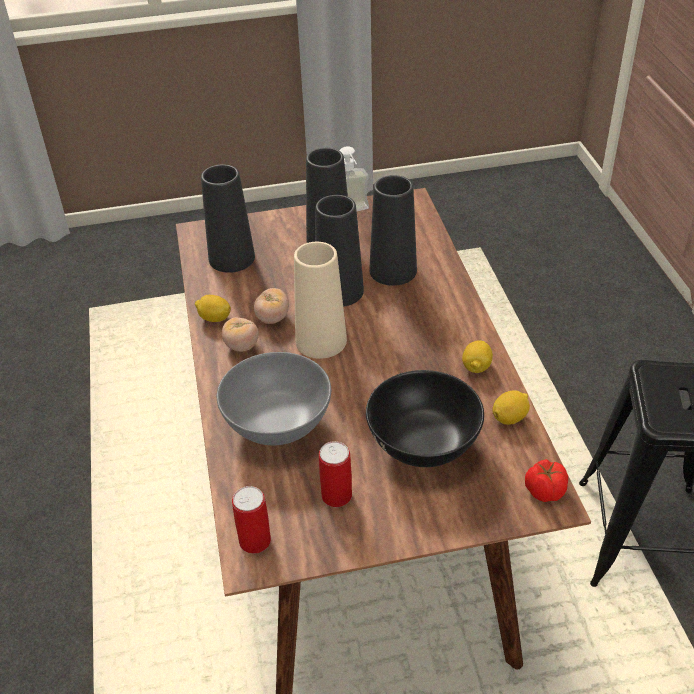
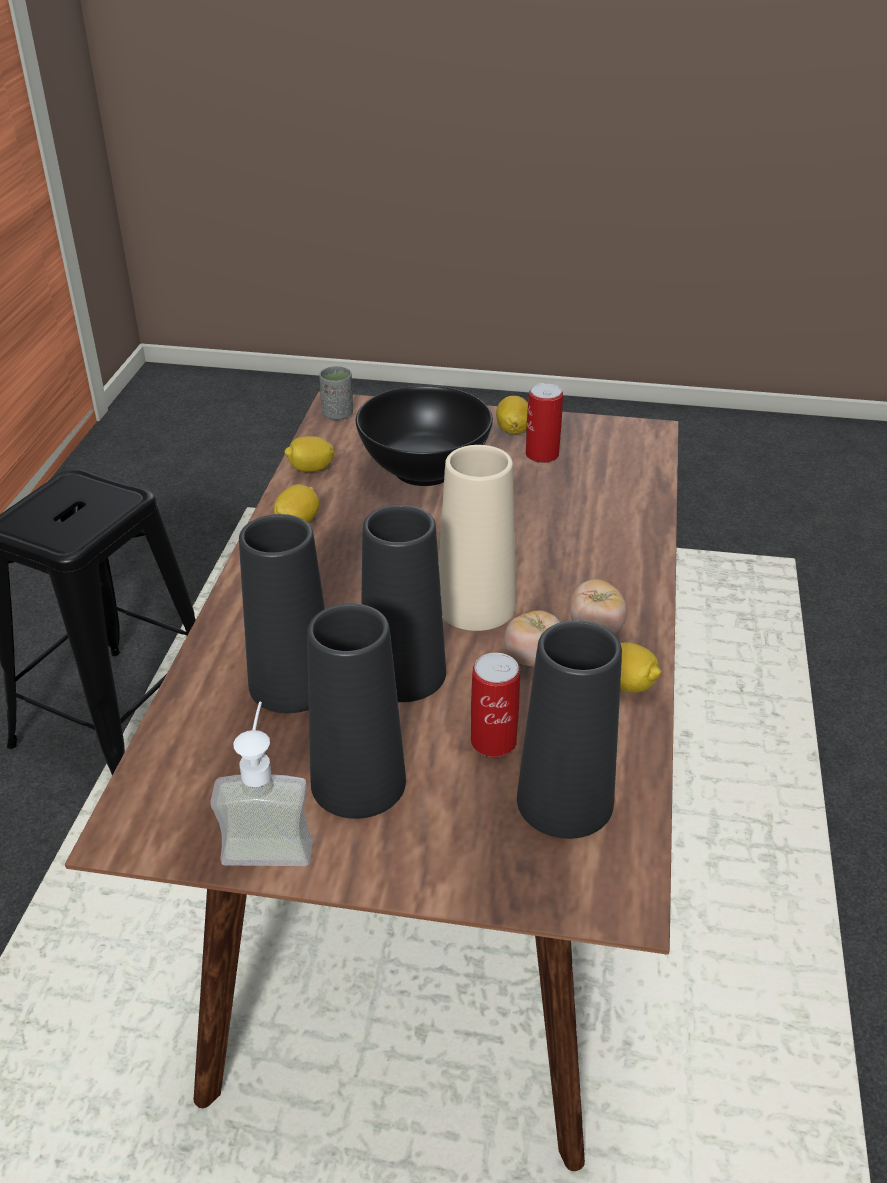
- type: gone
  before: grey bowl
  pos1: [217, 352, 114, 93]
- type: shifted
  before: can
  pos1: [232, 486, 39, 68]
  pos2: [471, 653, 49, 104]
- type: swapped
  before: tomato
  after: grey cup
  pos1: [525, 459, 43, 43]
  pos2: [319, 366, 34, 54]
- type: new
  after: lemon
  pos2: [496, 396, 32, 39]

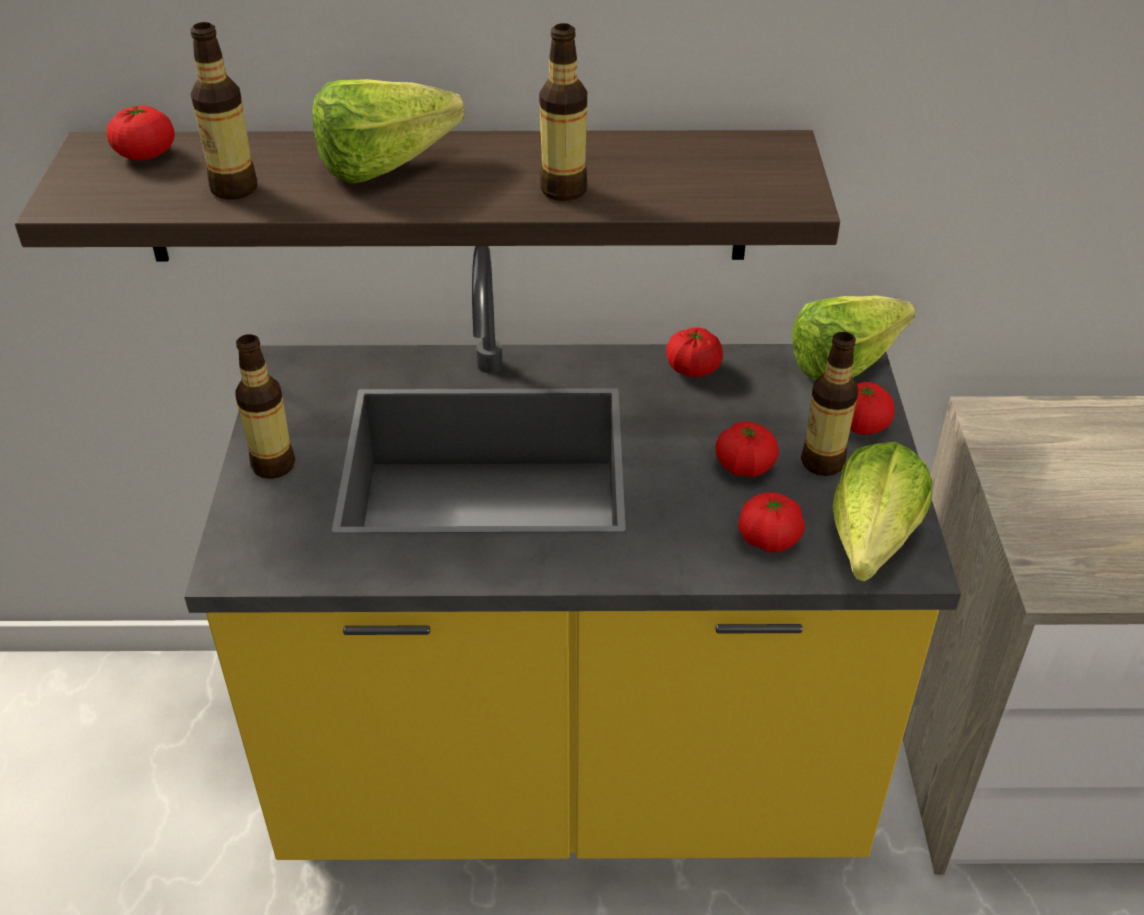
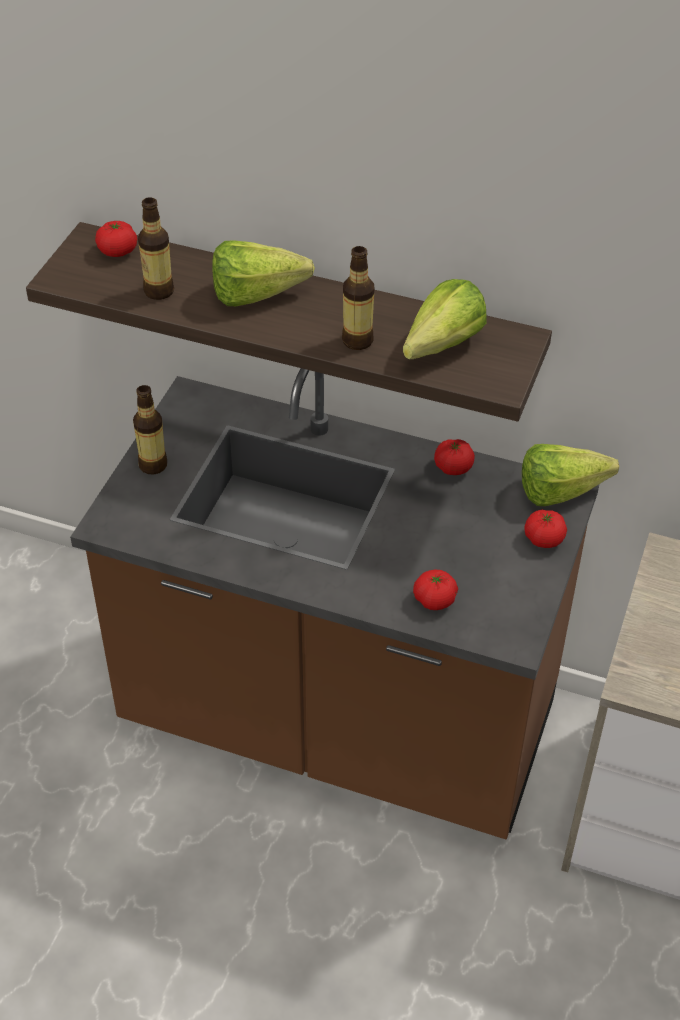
- type: repainted
  before: yellow counter
  after: brown counter
  pos1: [184, 246, 777, 614]
  pos2: [70, 368, 529, 471]
- type: gone
  before: tomato
  pos1: [715, 422, 64, 55]
- type: gone
  before: bottle
  pos1: [801, 332, 57, 144]
- type: shifted
  before: lettuce
  pos1: [833, 442, 99, 140]
  pos2: [403, 279, 84, 80]

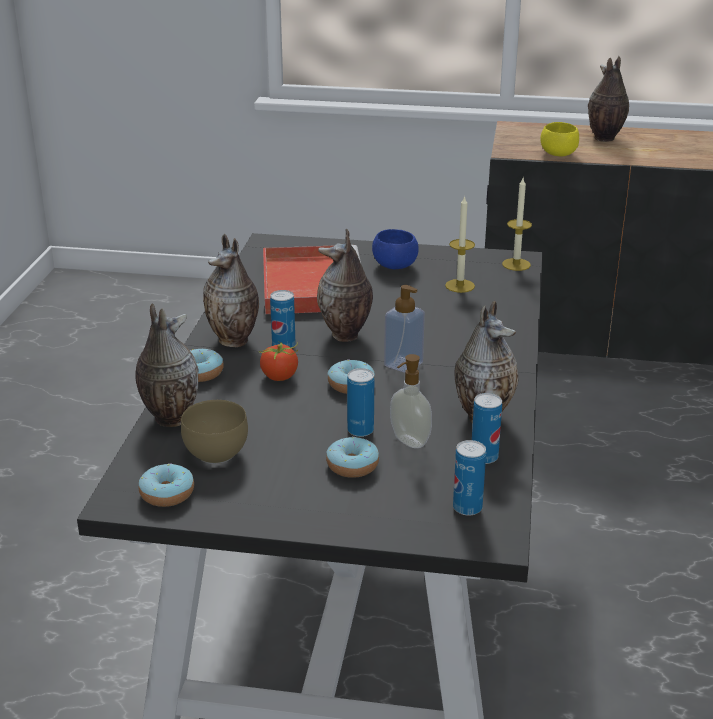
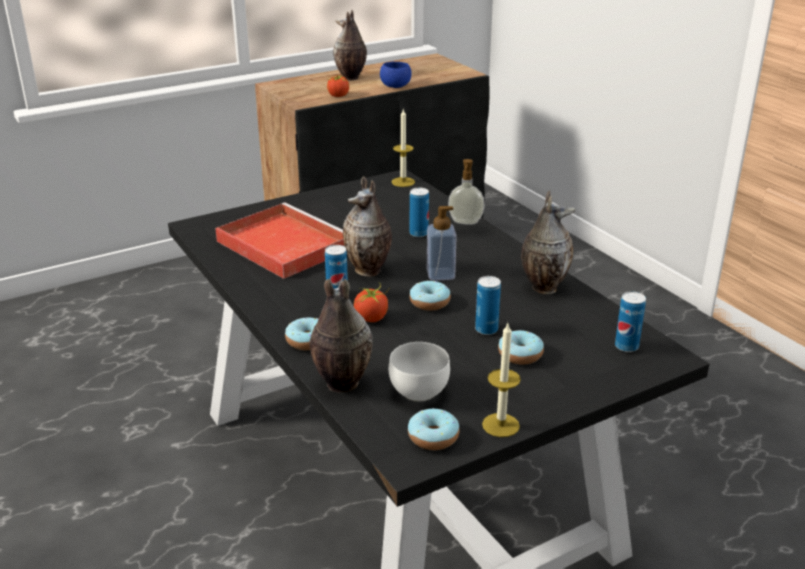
- type: repainted
  before: brown bowl
  after: white bowl
  pos1: [181, 400, 67, 64]
  pos2: [389, 342, 61, 60]
- type: gone
  before: vase
  pos1: [203, 234, 56, 113]
- type: shifted
  before: blue bowl
  pos1: [372, 229, 47, 40]
  pos2: [380, 62, 32, 26]
- type: shifted
  before: soap dispenser
  pos1: [390, 354, 42, 94]
  pos2: [448, 159, 37, 66]
- type: shifted
  before: candle
  pos1: [445, 195, 30, 98]
  pos2: [482, 323, 39, 114]
- type: shifted
  before: can
  pos1: [472, 393, 30, 71]
  pos2: [410, 188, 19, 49]
- type: swapped
  before: yellow bowl
  after: tomato
  pos1: [540, 122, 39, 34]
  pos2: [327, 75, 22, 22]

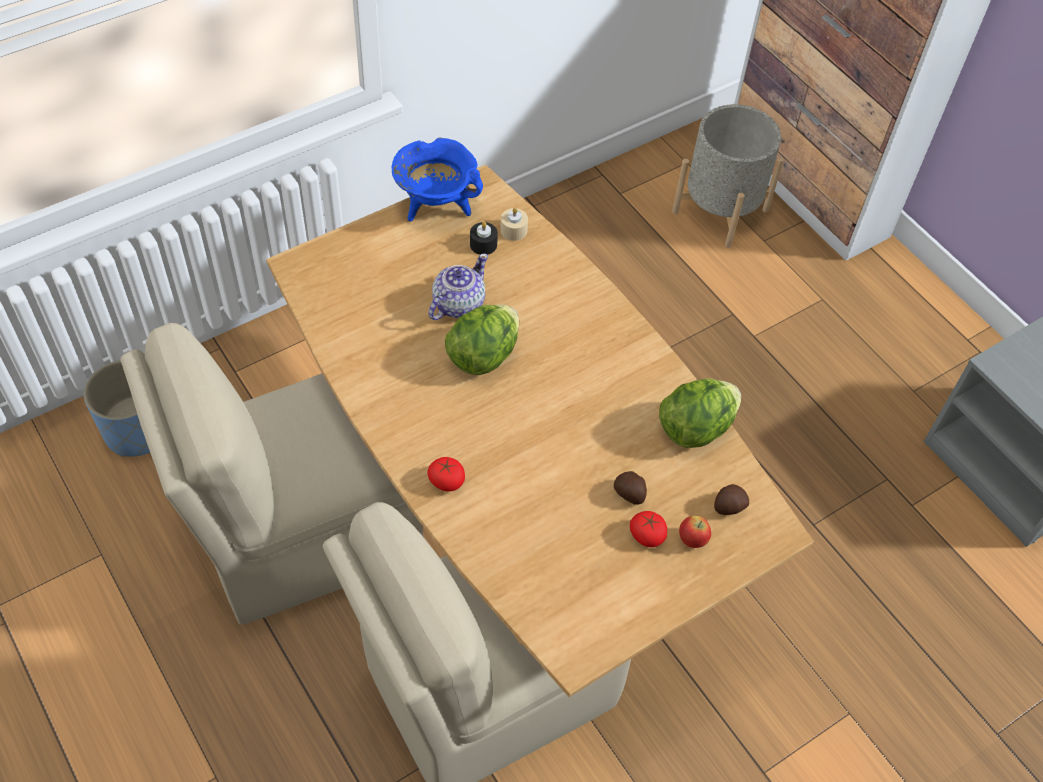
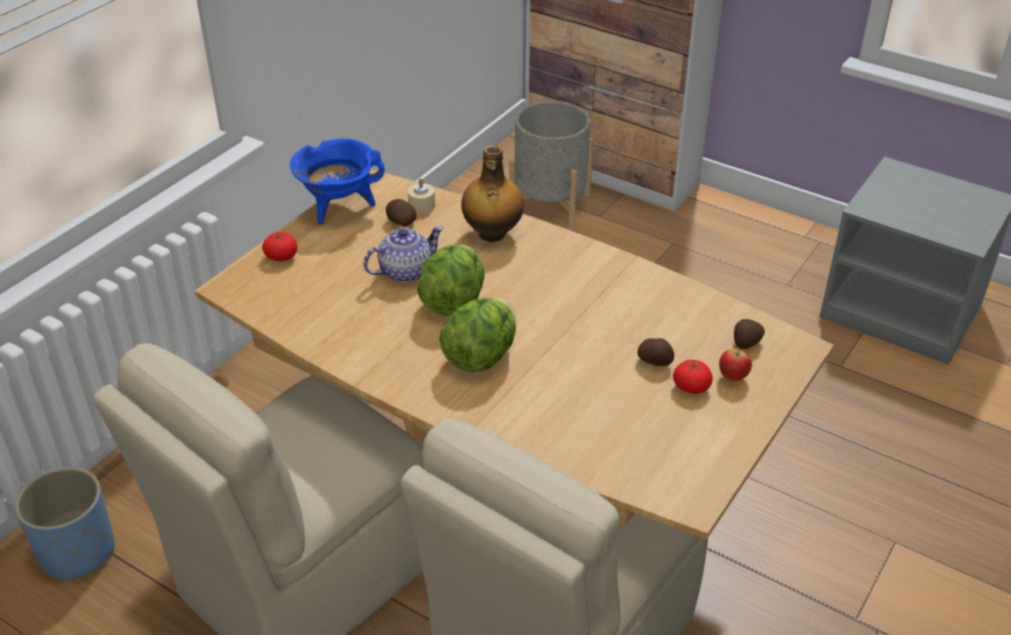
- type: shifted
  before: tomato
  pos1: [427, 457, 38, 35]
  pos2: [262, 232, 36, 29]
- type: rotated
  before: teapot
  pos1: [429, 253, 59, 67]
  pos2: [363, 226, 81, 56]
  turn: 45
- type: swapped
  before: black candle
  after: potato
  pos1: [470, 222, 28, 33]
  pos2: [386, 199, 31, 27]
- type: shifted
  before: lettuce
  pos1: [659, 378, 82, 70]
  pos2: [439, 297, 77, 75]
- type: new
  after: bottle
  pos2: [461, 145, 63, 97]

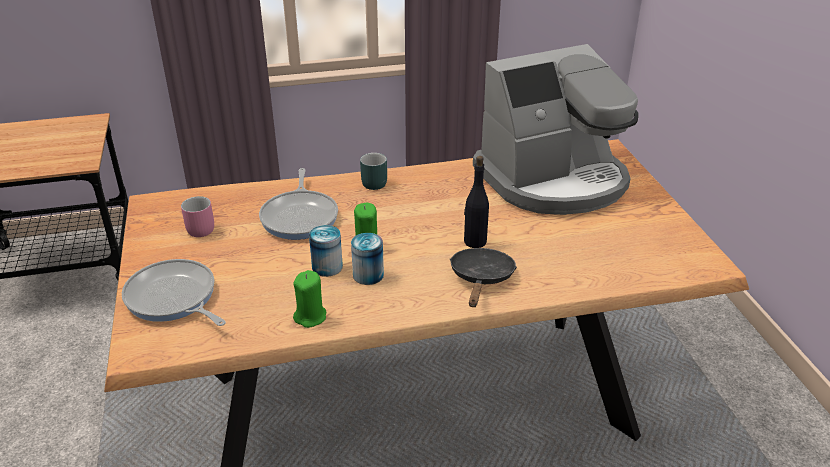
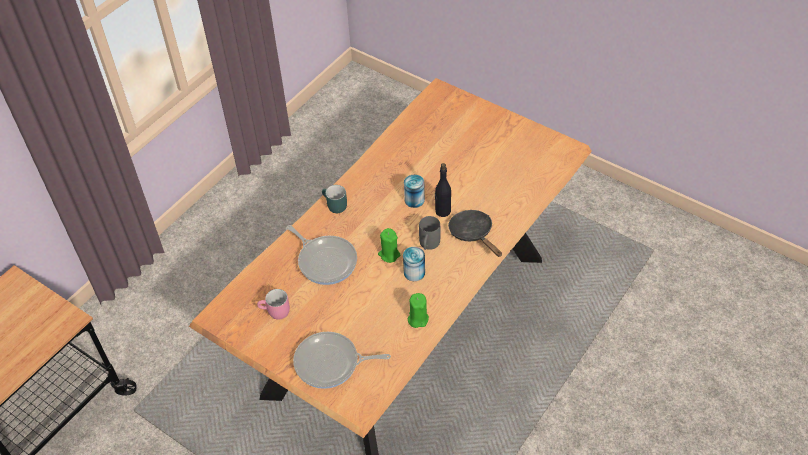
- type: shifted
  before: can
  pos1: [309, 225, 34, 52]
  pos2: [404, 175, 21, 33]
- type: gone
  before: coffee machine
  pos1: [473, 44, 166, 171]
- type: new
  after: grey mug
  pos2: [419, 216, 21, 34]

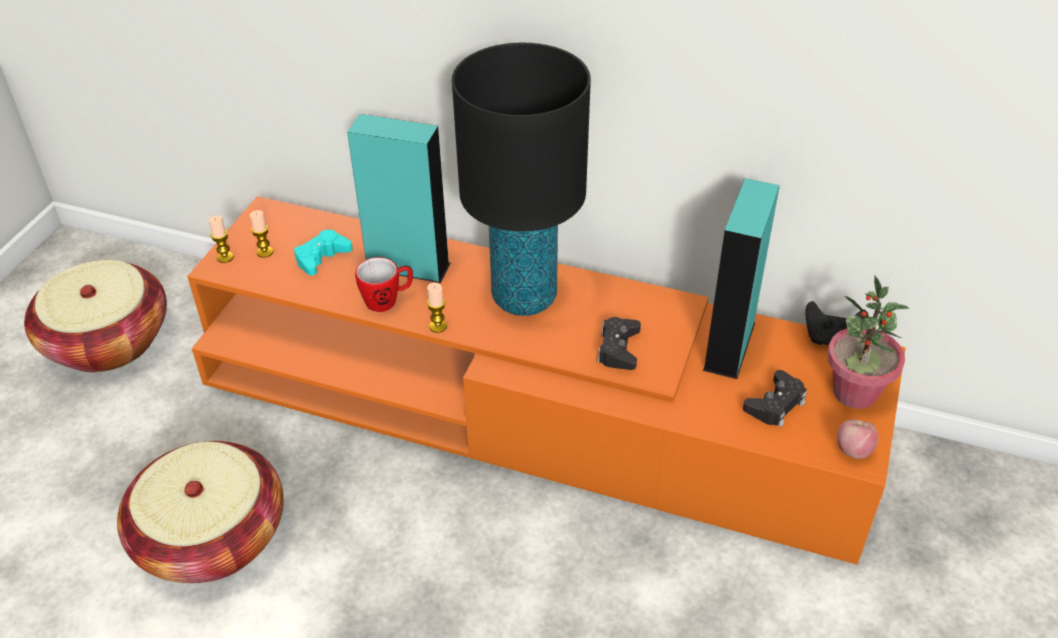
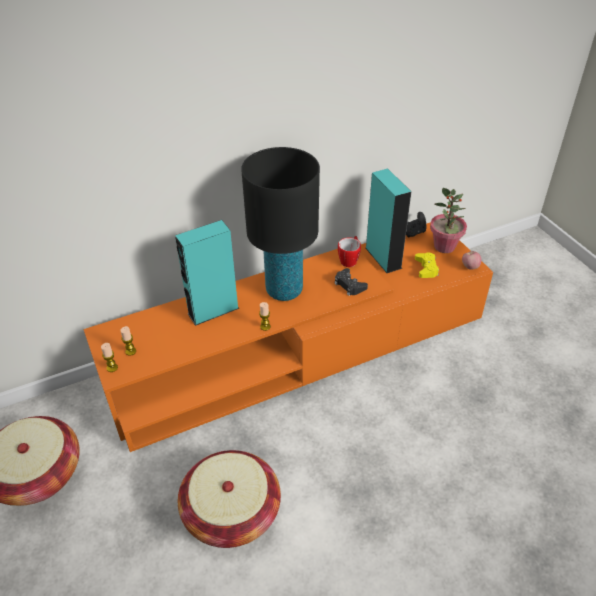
- type: gone
  before: turquoise game controller
  pos1: [294, 230, 59, 45]
- type: shifted
  before: mug
  pos1: [355, 257, 58, 55]
  pos2: [338, 236, 23, 31]
- type: repainted
  before: black game controller
  after: yellow game controller
  pos1: [743, 370, 64, 57]
  pos2: [415, 252, 24, 26]

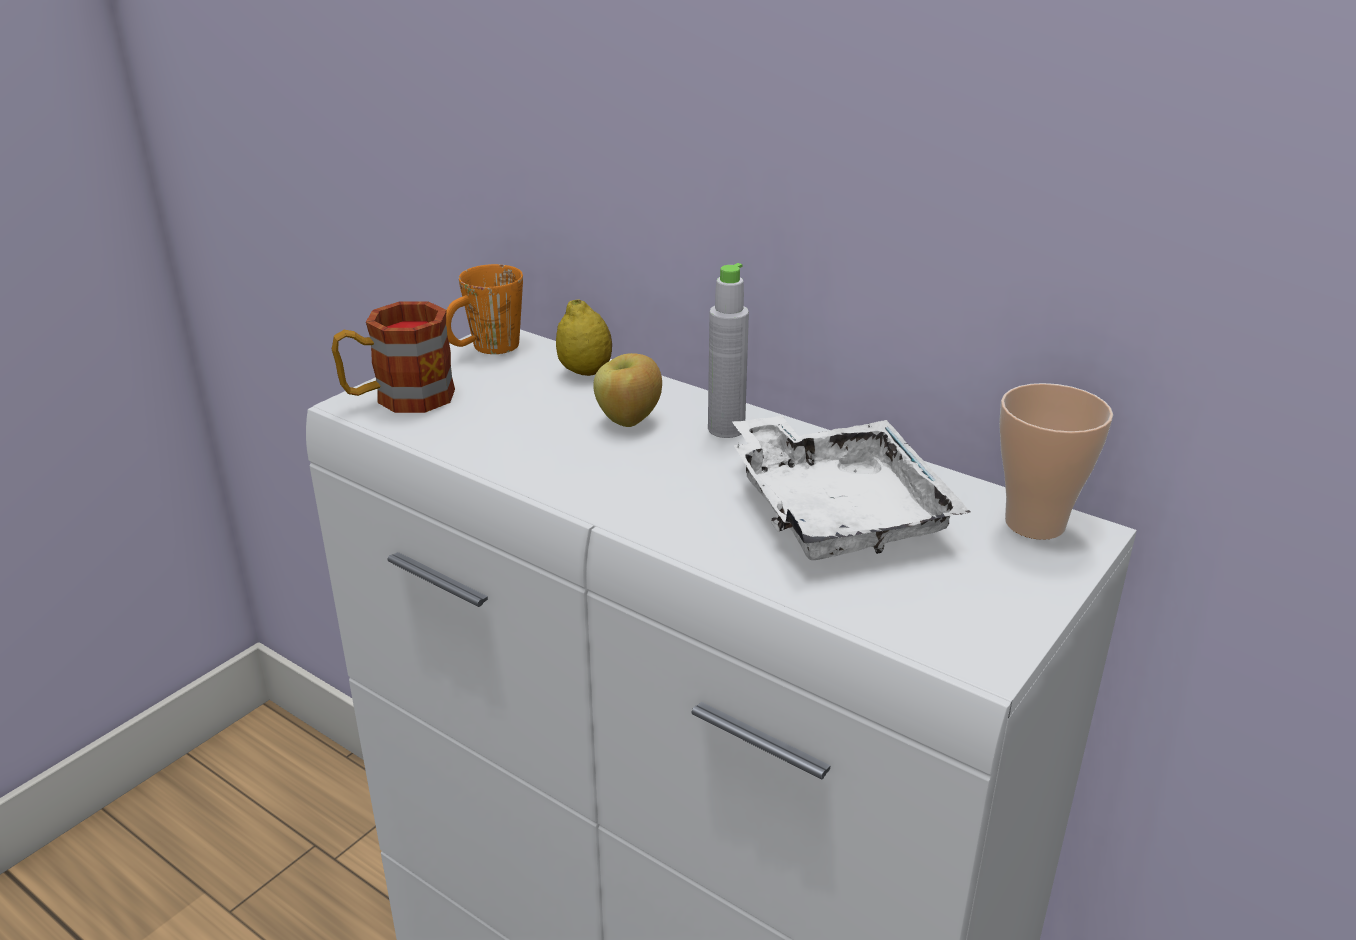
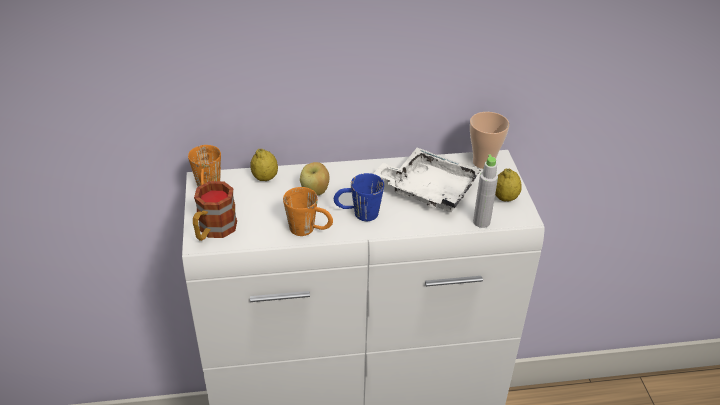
- type: shifted
  before: grey bottle
  pos1: [708, 263, 41, 175]
  pos2: [473, 155, 25, 73]
- type: new
  after: orange mug
  pos2: [283, 187, 50, 49]
- type: new
  after: blue mug
  pos2: [334, 173, 50, 48]
- type: new
  after: lemon
  pos2: [495, 169, 27, 32]

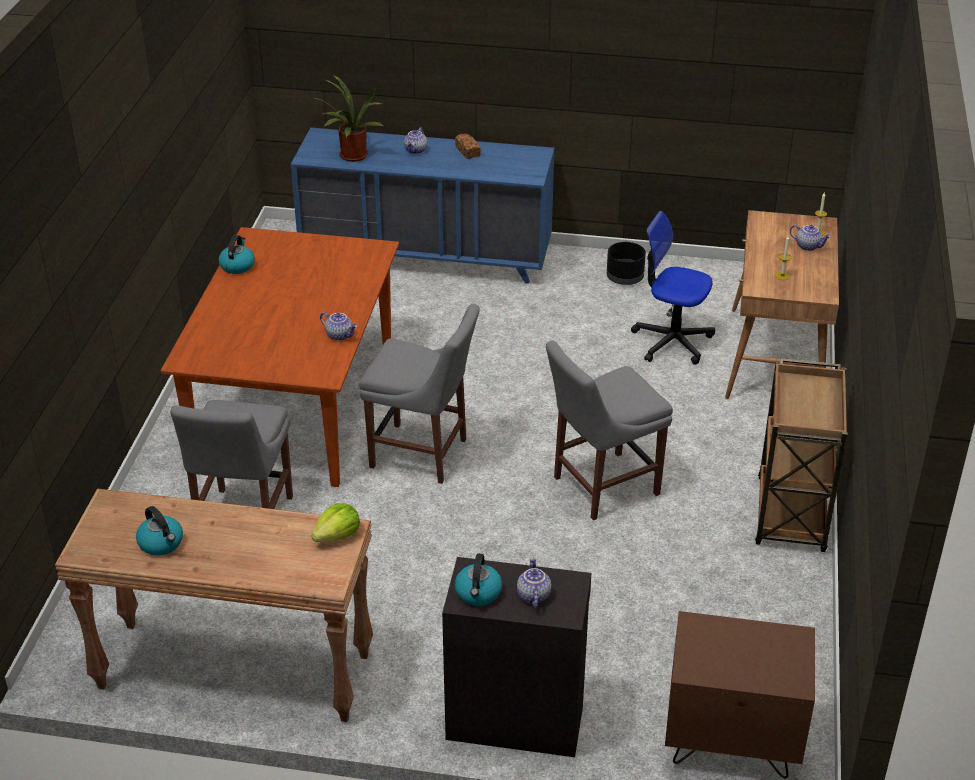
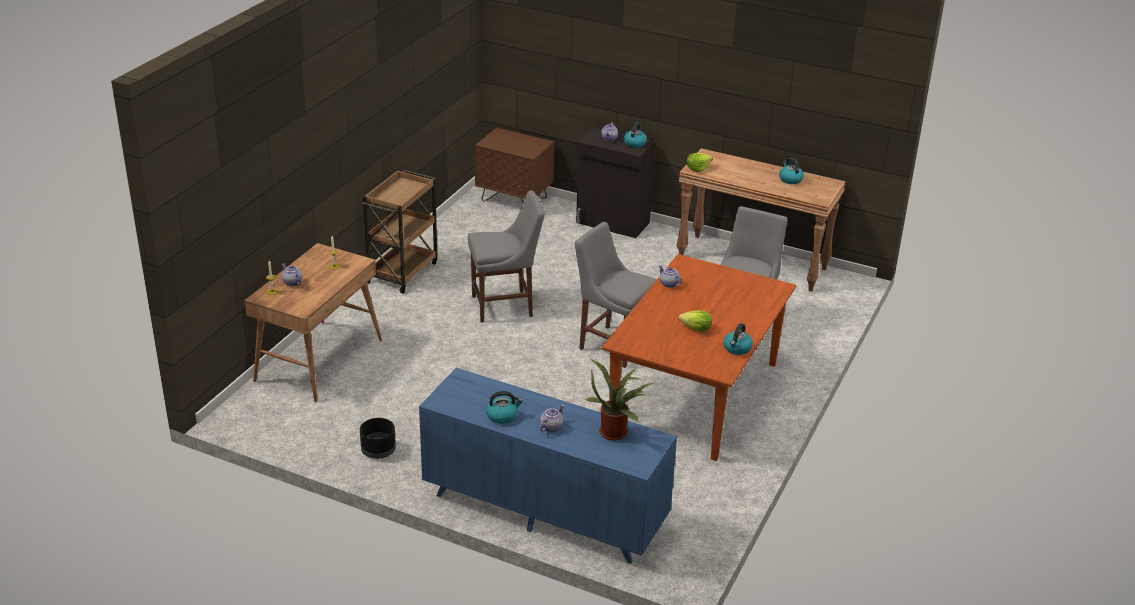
- type: swapped
  before: bread
  after: kettle
  pos1: [455, 133, 26, 26]
  pos2: [486, 391, 37, 33]
- type: gone
  before: office chair
  pos1: [631, 211, 84, 154]
- type: new
  after: lettuce
  pos2: [678, 310, 34, 22]

